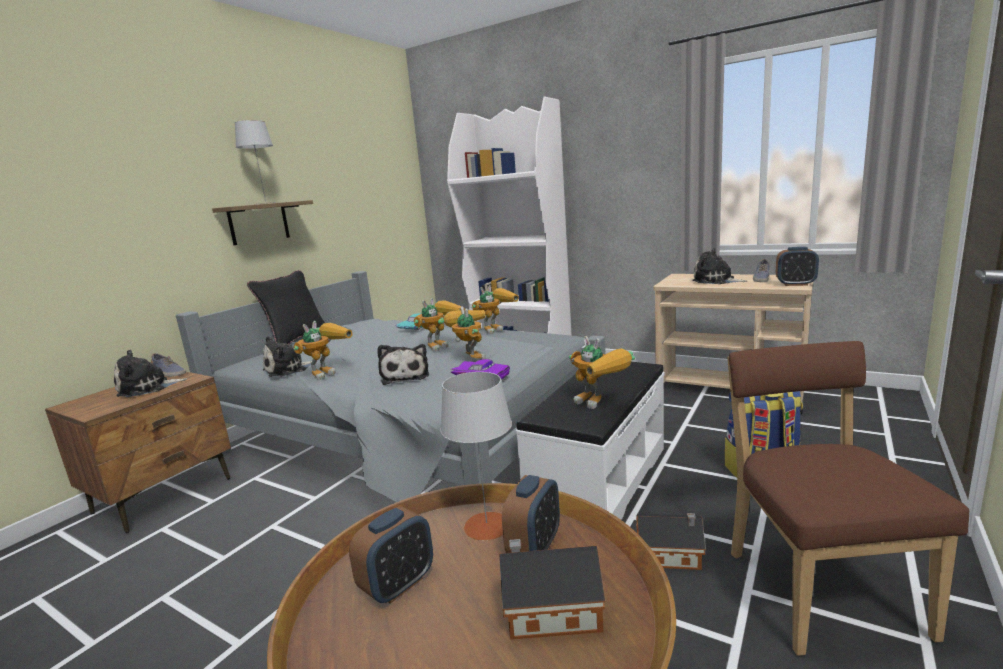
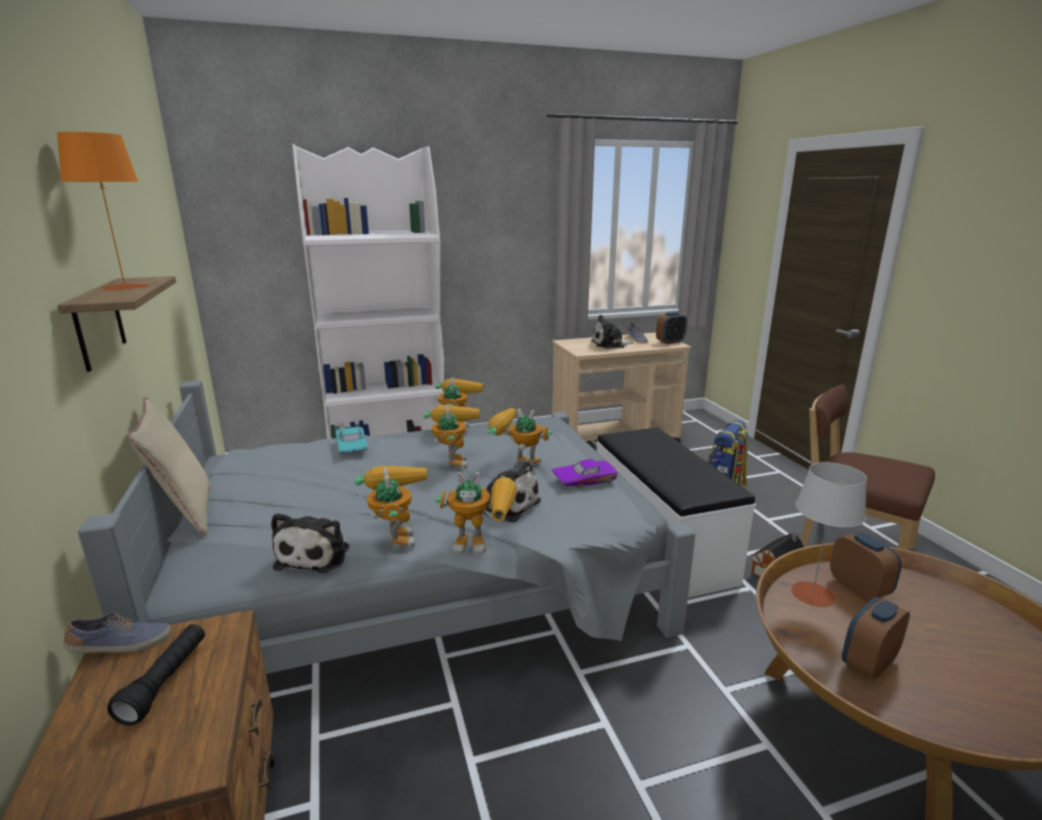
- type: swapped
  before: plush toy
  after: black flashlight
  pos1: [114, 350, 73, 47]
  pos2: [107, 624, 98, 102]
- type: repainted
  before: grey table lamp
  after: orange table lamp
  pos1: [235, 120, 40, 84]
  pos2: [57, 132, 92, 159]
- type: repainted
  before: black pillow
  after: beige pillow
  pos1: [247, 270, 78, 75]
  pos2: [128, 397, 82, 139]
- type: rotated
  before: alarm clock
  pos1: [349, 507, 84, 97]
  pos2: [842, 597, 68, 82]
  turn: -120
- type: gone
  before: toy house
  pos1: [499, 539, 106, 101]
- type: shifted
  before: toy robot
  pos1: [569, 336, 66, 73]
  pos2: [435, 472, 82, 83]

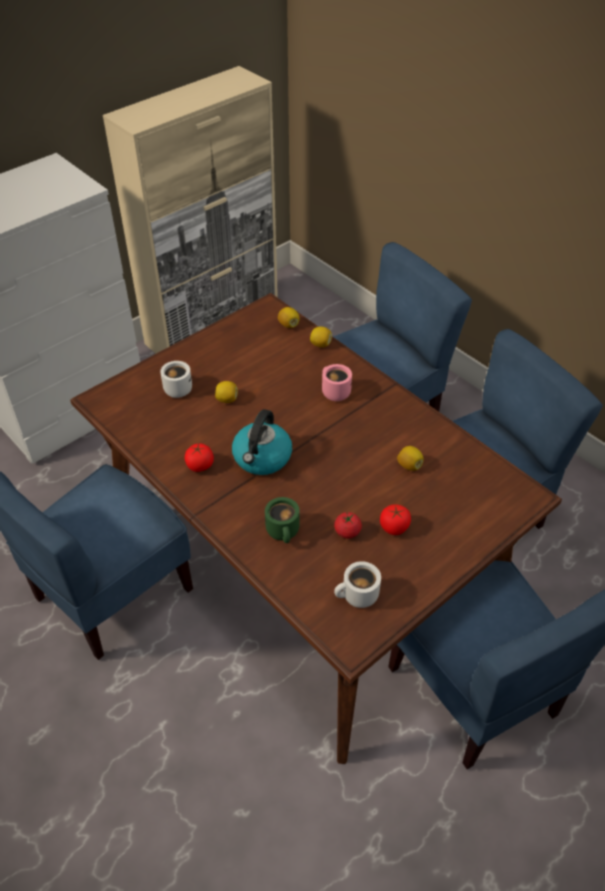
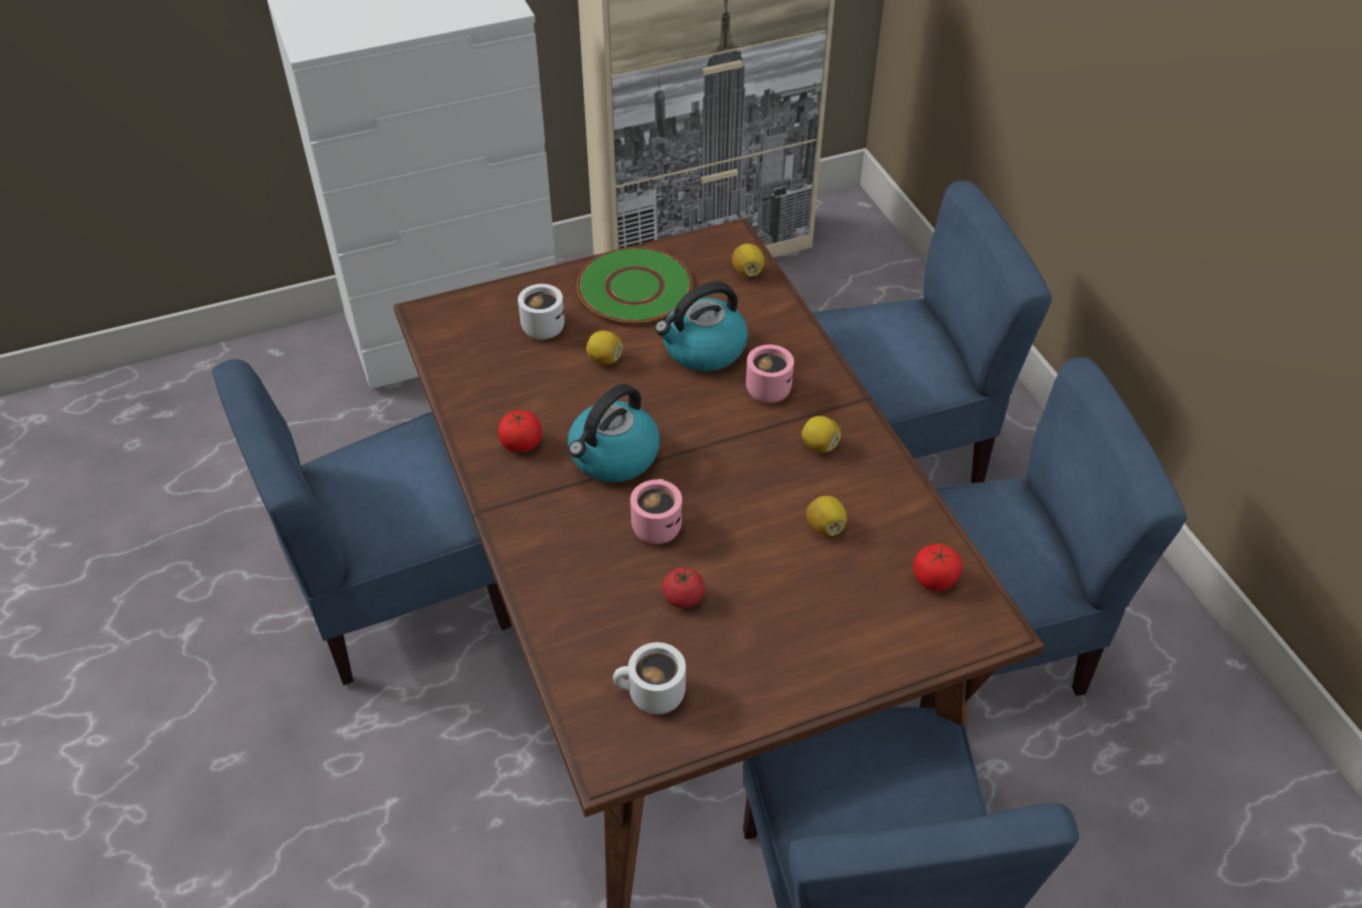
- type: gone
  before: green mug
  pos1: [265, 497, 35, 46]
- type: shifted
  before: lemon
  pos1: [310, 326, 22, 21]
  pos2: [801, 416, 40, 37]
- type: shifted
  before: tomato
  pos1: [380, 504, 31, 31]
  pos2: [913, 544, 49, 47]
- type: new
  after: green plate
  pos2: [577, 247, 116, 76]
- type: new
  after: pink mug
  pos2: [630, 479, 52, 65]
- type: new
  after: kettle
  pos2: [655, 282, 93, 90]

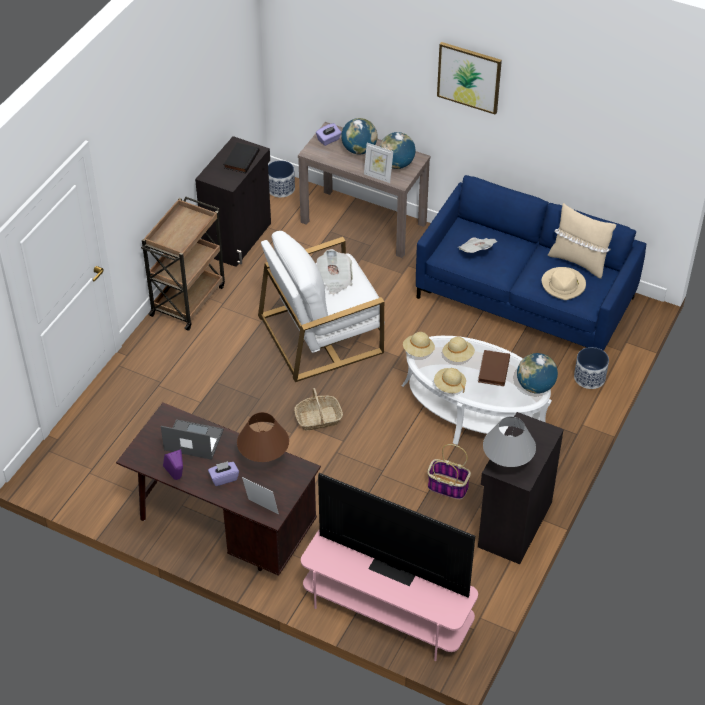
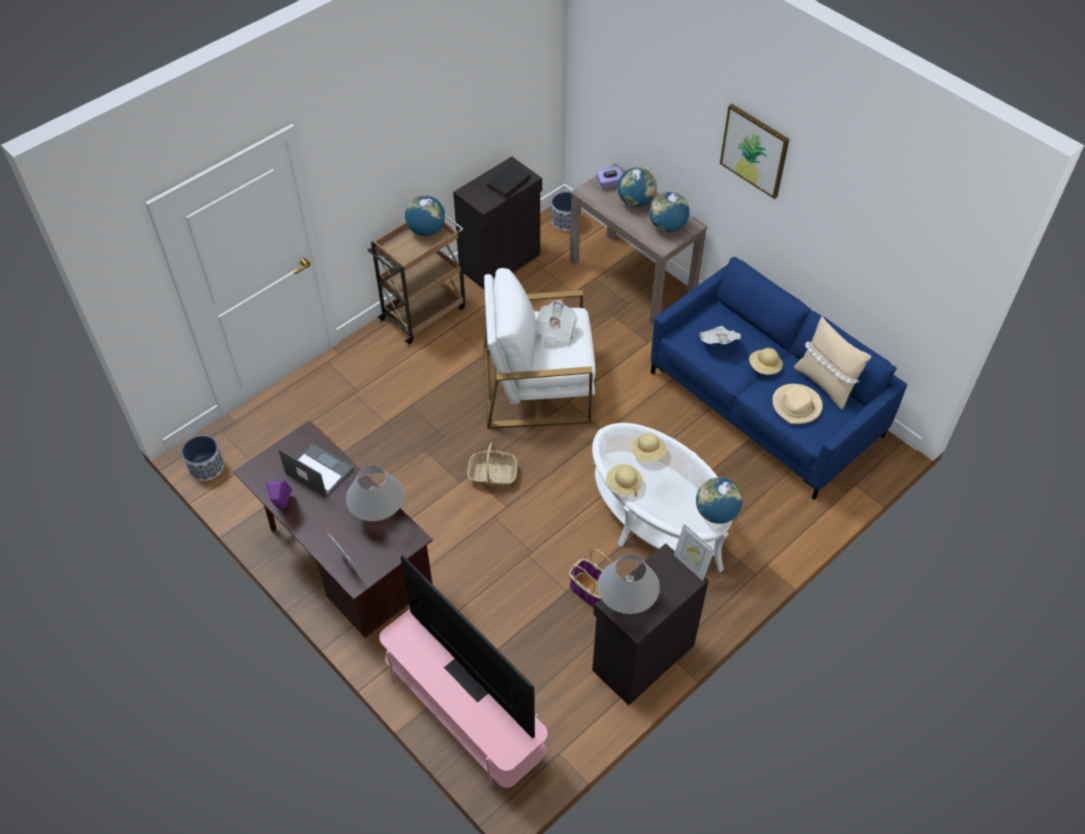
- type: gone
  before: purple tissue box
  pos1: [208, 461, 31, 25]
- type: repainted
  before: brown table lamp
  after: grey table lamp
  pos1: [237, 412, 52, 50]
  pos2: [346, 466, 58, 55]
- type: shifted
  before: picture frame
  pos1: [364, 143, 30, 40]
  pos2: [674, 524, 40, 57]
- type: shifted
  before: beige hat
  pos1: [403, 332, 32, 25]
  pos2: [749, 348, 34, 27]
- type: gone
  before: brown book
  pos1: [478, 350, 32, 36]
- type: shifted
  before: planter
  pos1: [574, 347, 35, 42]
  pos2: [182, 435, 42, 46]
- type: new
  after: globe
  pos2: [405, 195, 40, 41]

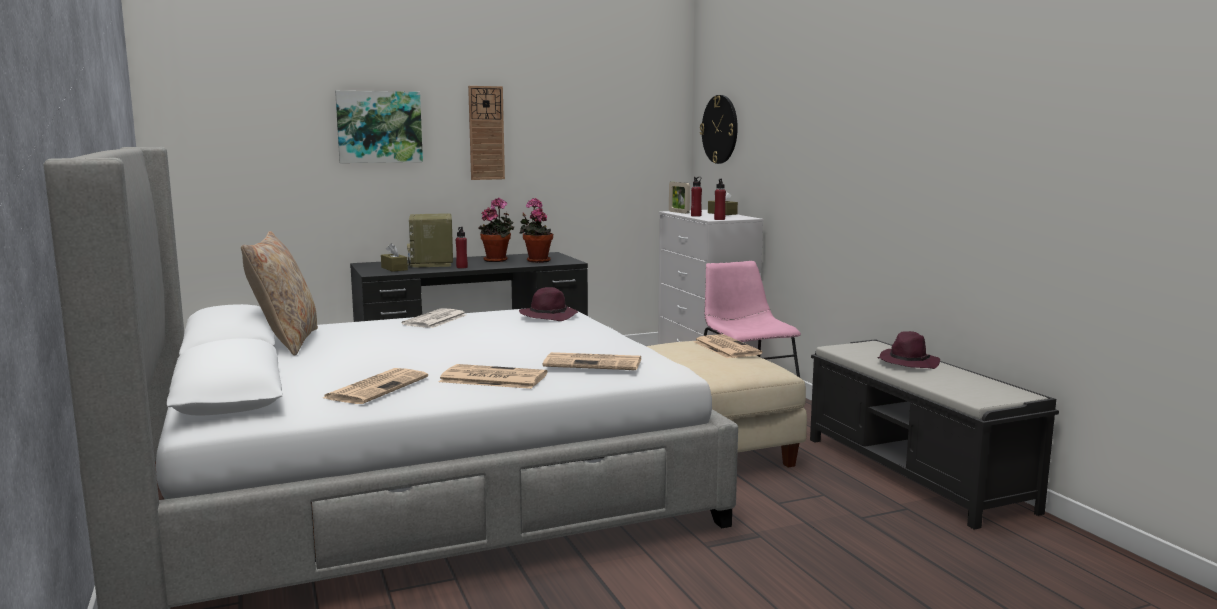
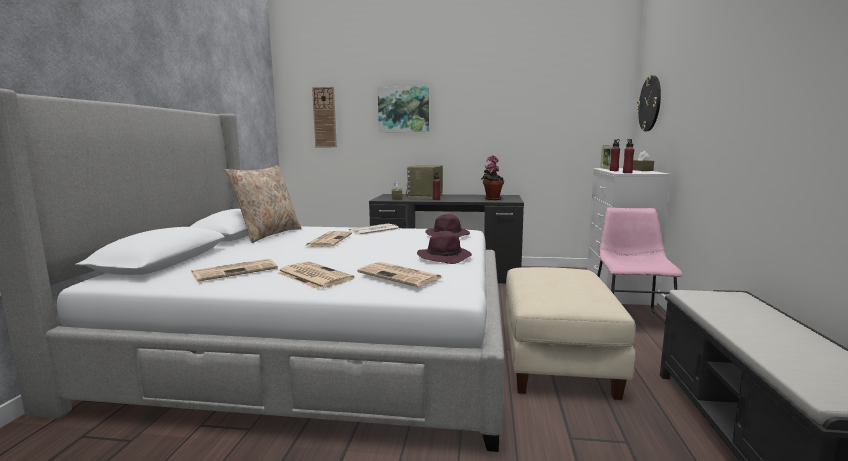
- type: shifted
  before: wall clock
  pos1: [468, 86, 37, 94]
  pos2: [312, 87, 25, 60]
- type: gone
  before: potted plant
  pos1: [479, 198, 35, 64]
- type: shifted
  before: newspaper
  pos1: [693, 334, 69, 25]
  pos2: [305, 231, 47, 16]
- type: shifted
  before: purple hat
  pos1: [877, 331, 63, 38]
  pos2: [417, 231, 55, 33]

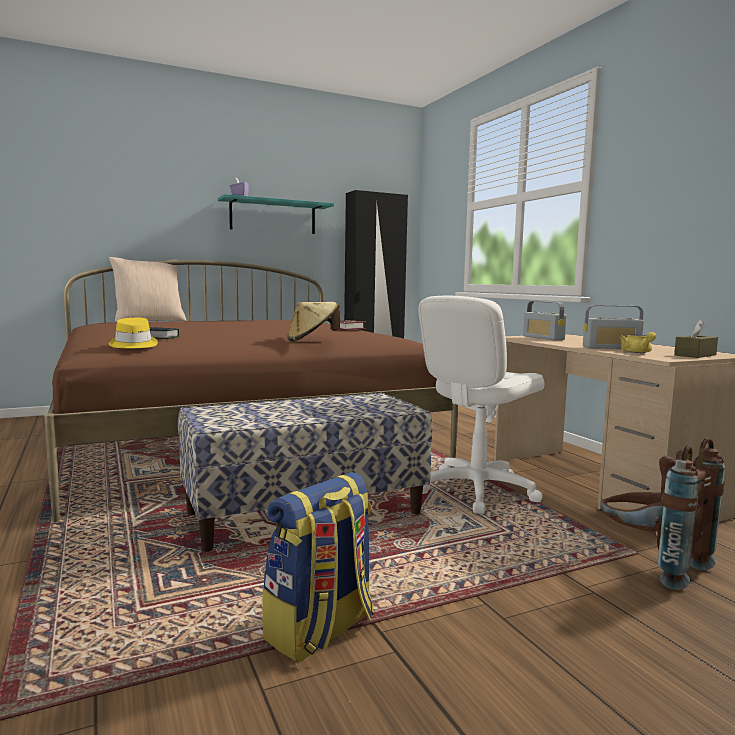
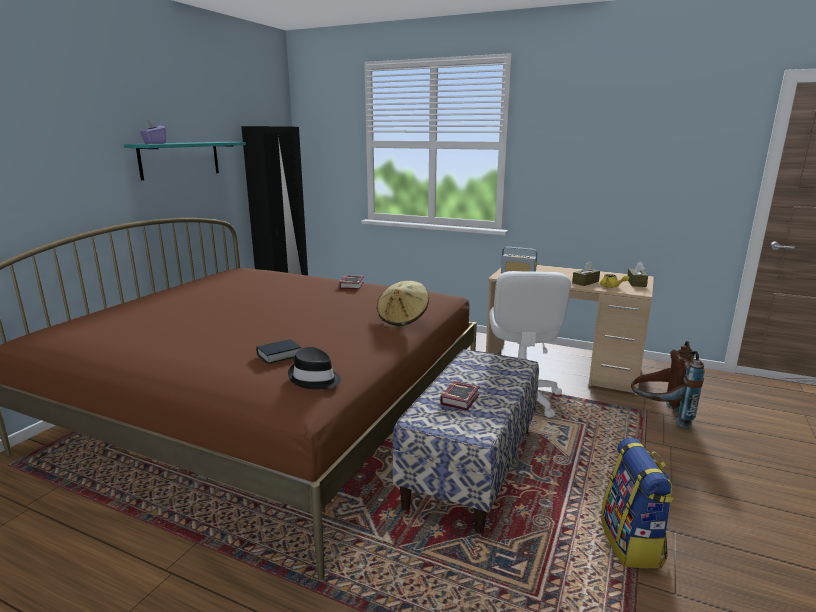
- type: gone
  before: beige pillow
  pos1: [109, 257, 77, 65]
- type: repainted
  before: yellow hat
  after: black hat
  pos1: [109, 318, 49, 31]
  pos2: [288, 347, 53, 43]
- type: swapped
  before: radio
  after: brown tissue box
  pos1: [583, 305, 61, 44]
  pos2: [572, 261, 28, 25]
- type: new
  after: book
  pos2: [440, 381, 40, 30]

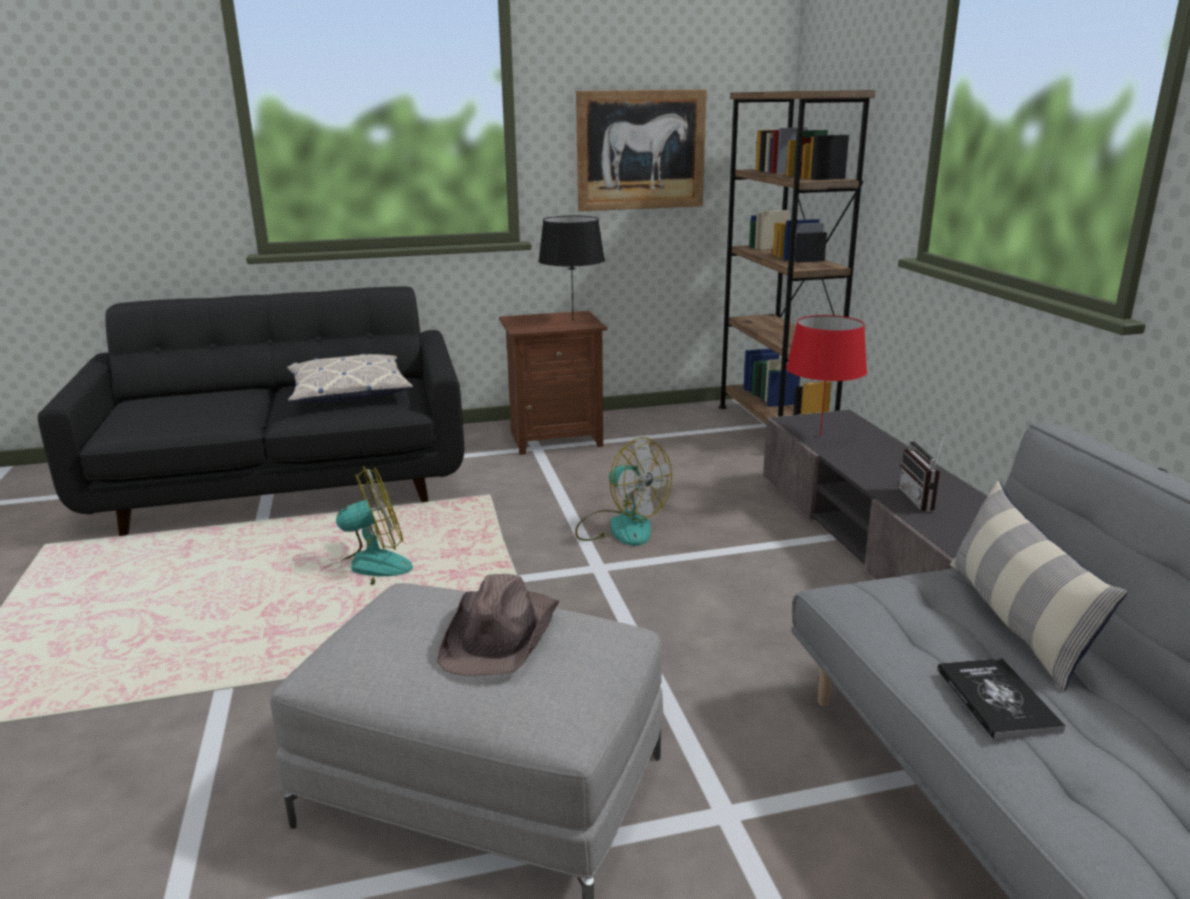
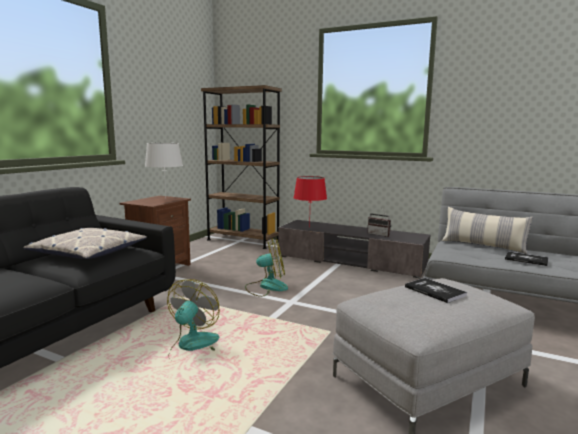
- type: swapped
  before: brown hat
  after: book
  pos1: [437, 574, 123, 102]
  pos2: [405, 278, 62, 25]
- type: repainted
  before: black table lamp
  after: white table lamp
  pos1: [538, 216, 67, 103]
  pos2: [145, 143, 38, 55]
- type: gone
  before: picture
  pos1: [576, 89, 131, 122]

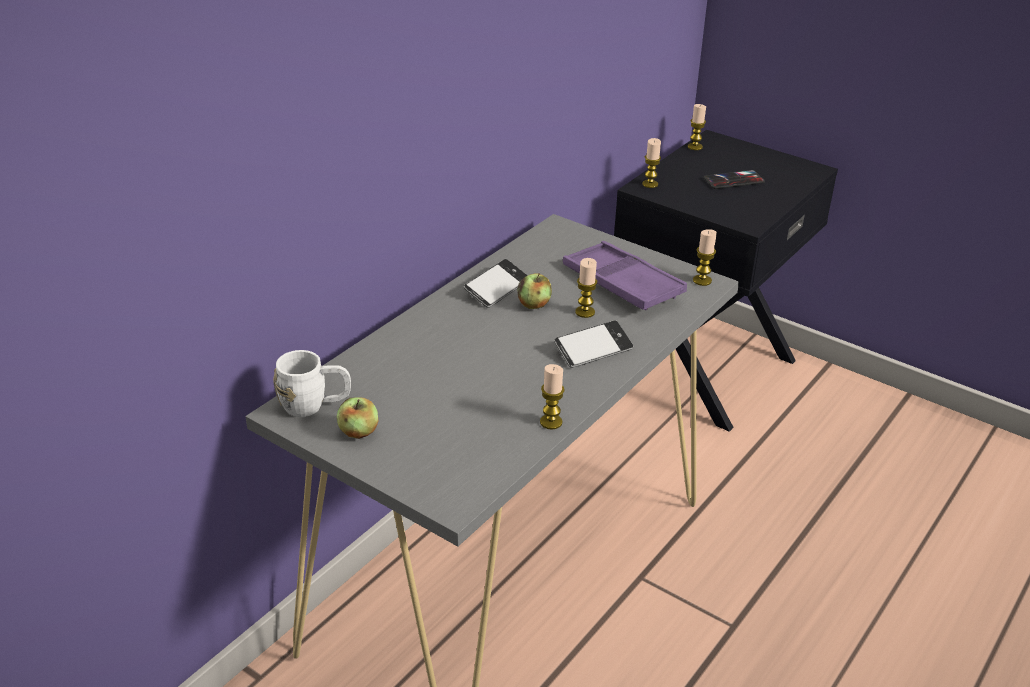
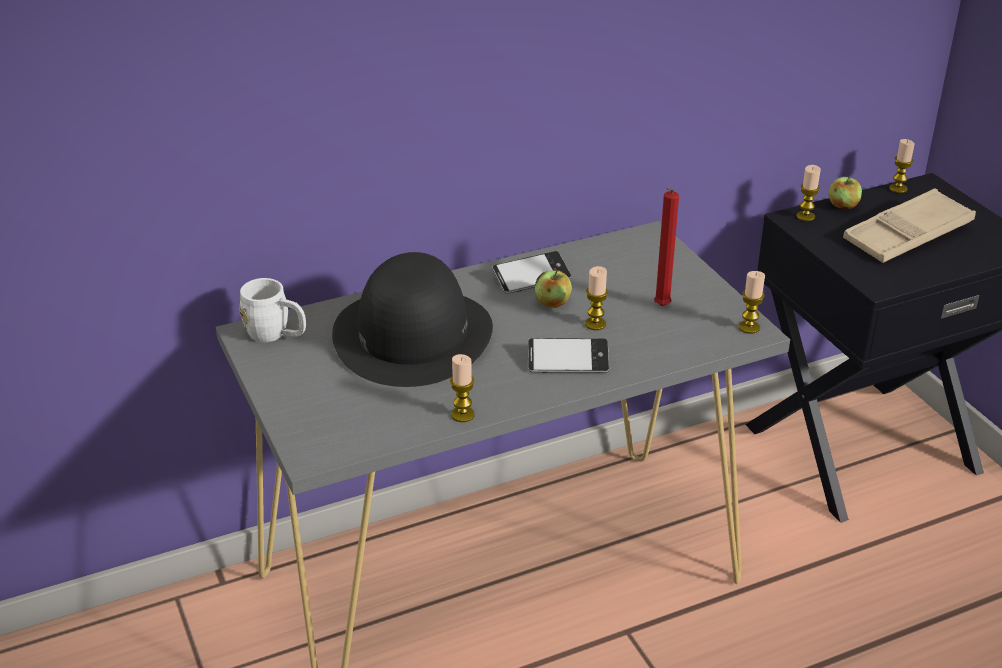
- type: shifted
  before: apple
  pos1: [337, 397, 41, 42]
  pos2: [828, 177, 34, 32]
- type: swapped
  before: purple tray
  after: red candle
  pos1: [563, 241, 124, 69]
  pos2: [654, 187, 25, 119]
- type: swapped
  before: phone
  after: beige tray
  pos1: [703, 170, 62, 19]
  pos2: [843, 188, 133, 75]
- type: new
  after: black hat
  pos2: [332, 252, 161, 135]

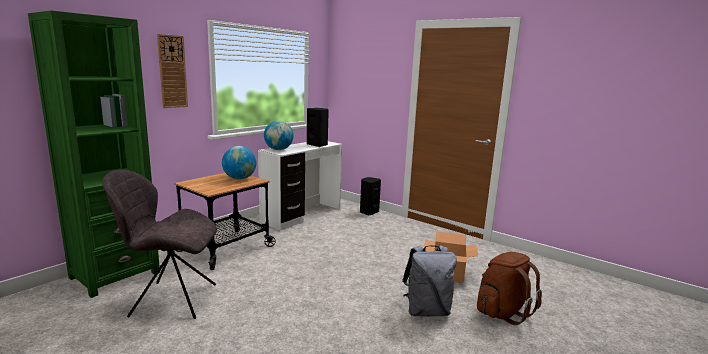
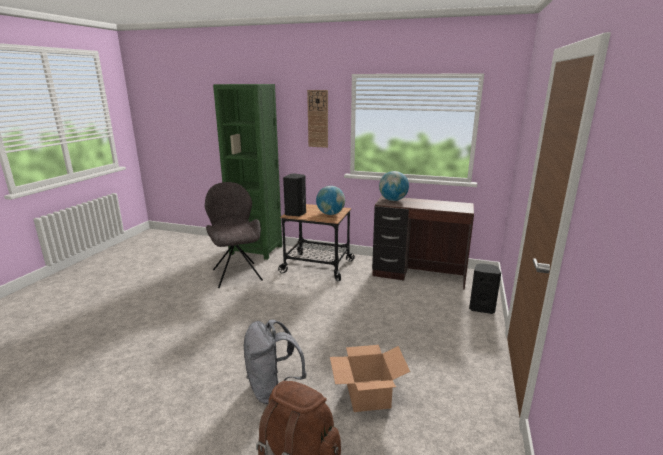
- type: repainted
  before: white desk
  after: brown desk
  pos1: [258, 141, 84, 90]
  pos2: [372, 196, 102, 94]
- type: shifted
  before: black speaker
  pos1: [307, 108, 22, 39]
  pos2: [283, 173, 23, 43]

